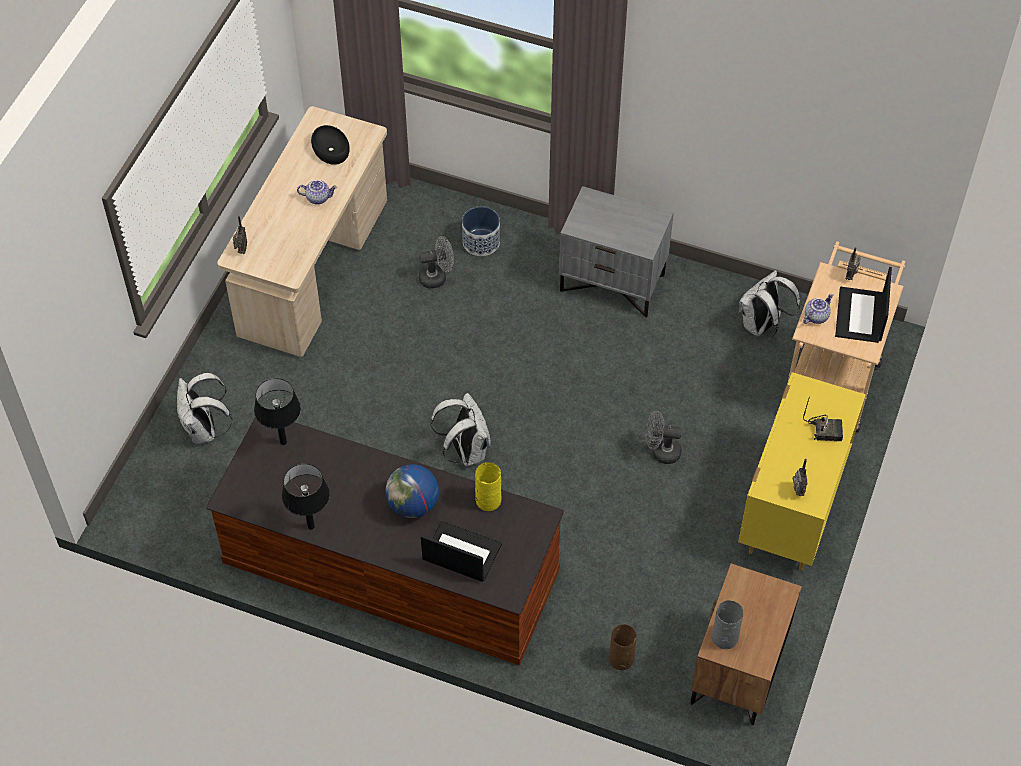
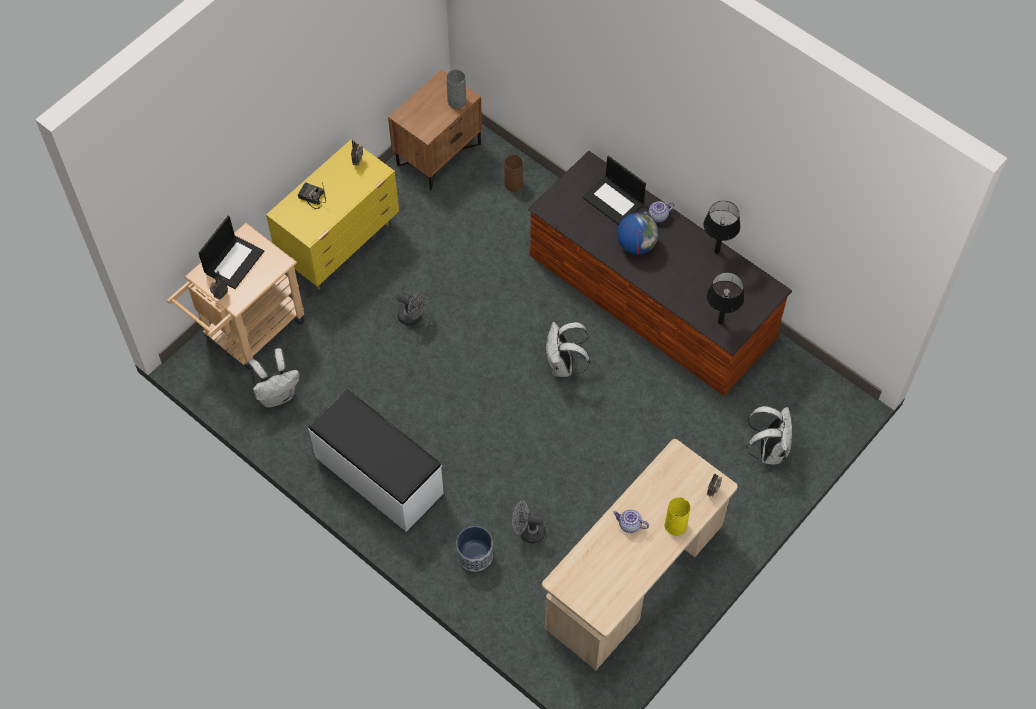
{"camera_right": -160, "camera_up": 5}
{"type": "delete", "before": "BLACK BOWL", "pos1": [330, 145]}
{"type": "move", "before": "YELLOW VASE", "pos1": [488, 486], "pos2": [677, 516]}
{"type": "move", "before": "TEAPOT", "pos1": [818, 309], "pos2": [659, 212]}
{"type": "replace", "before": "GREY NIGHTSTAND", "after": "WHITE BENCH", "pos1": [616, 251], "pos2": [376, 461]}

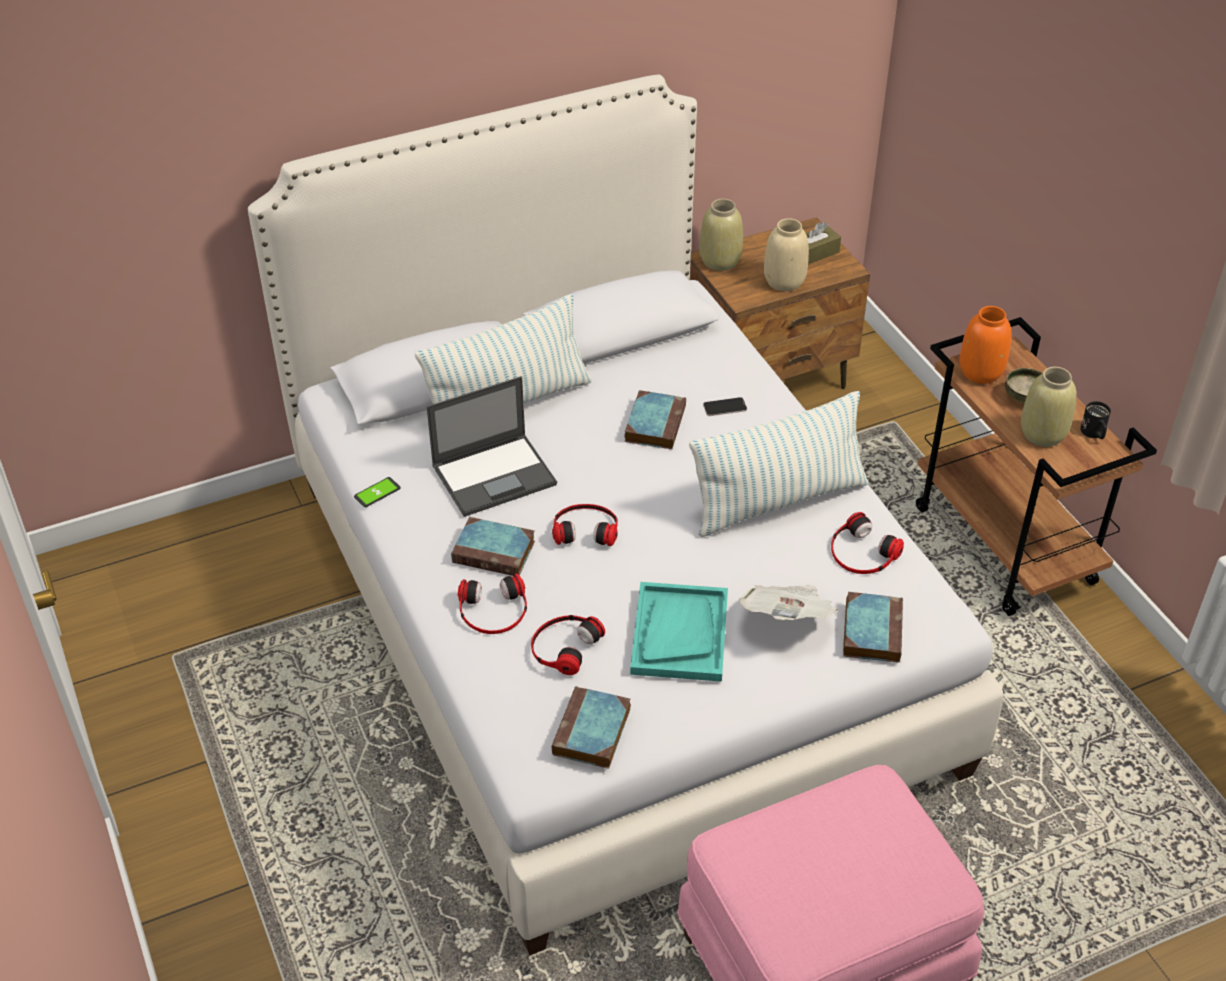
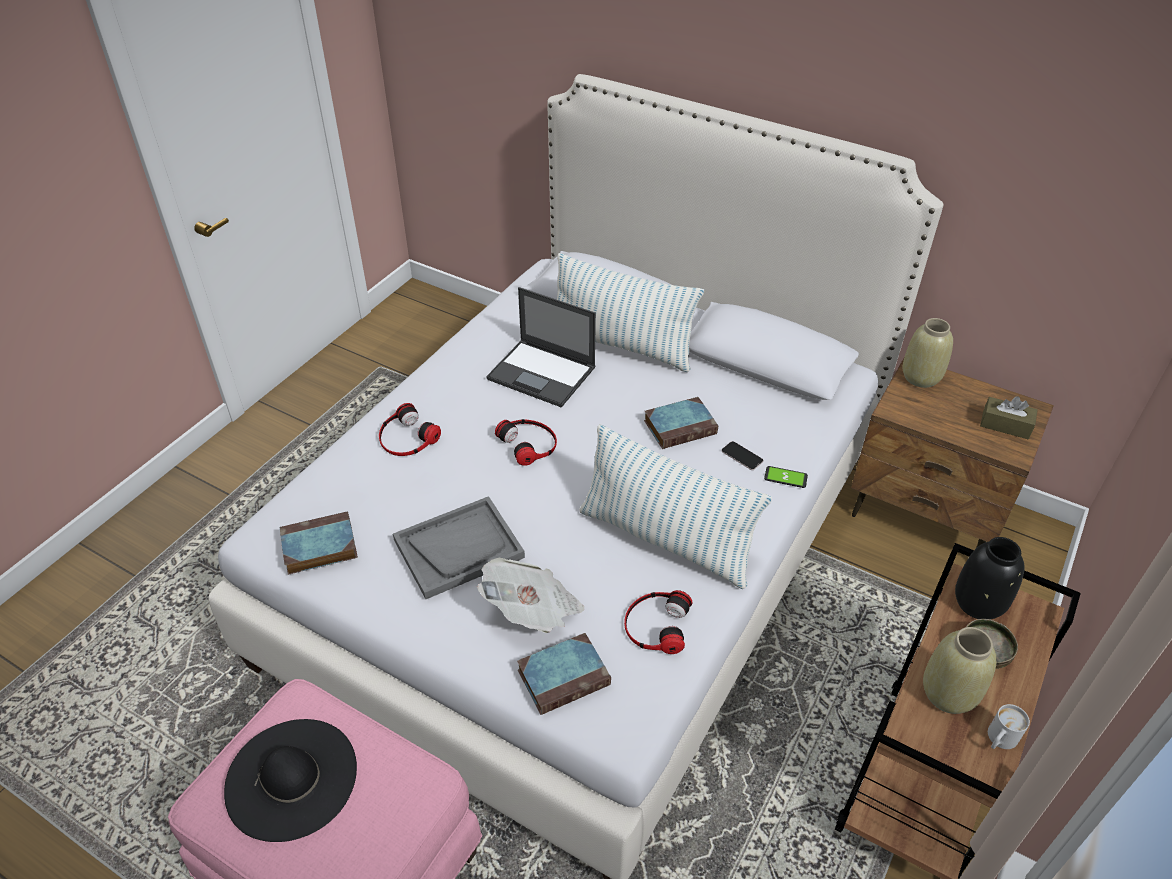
{"camera_right": 55, "camera_up": 0}
{"type": "delete", "before": "BOOK", "pos1": [493, 546]}
{"type": "delete", "before": "HEADPHONES", "pos1": [568, 645]}
{"type": "delete", "before": "BEIGE VASE", "pos1": [786, 254]}
{"type": "insert", "after": "BLACK HAT", "pos2": [290, 780]}
{"type": "move", "before": "PHONE", "pos1": [377, 492], "pos2": [786, 477]}
{"type": "recolor", "before": "TURQUOISE TRAY", "after": "GREY TRAY", "pos1": [679, 632], "pos2": [459, 547]}
{"type": "recolor", "before": "ORANGE VASE", "after": "BLACK VASE", "pos1": [985, 345], "pos2": [990, 578]}
{"type": "recolor", "before": "BLACK MUG", "after": "WHITE MUG", "pos1": [1095, 420], "pos2": [1009, 726]}

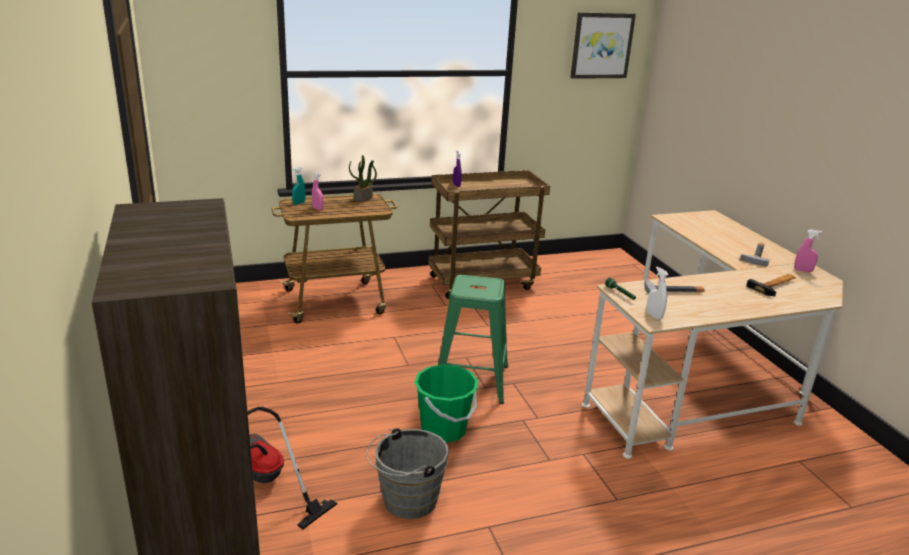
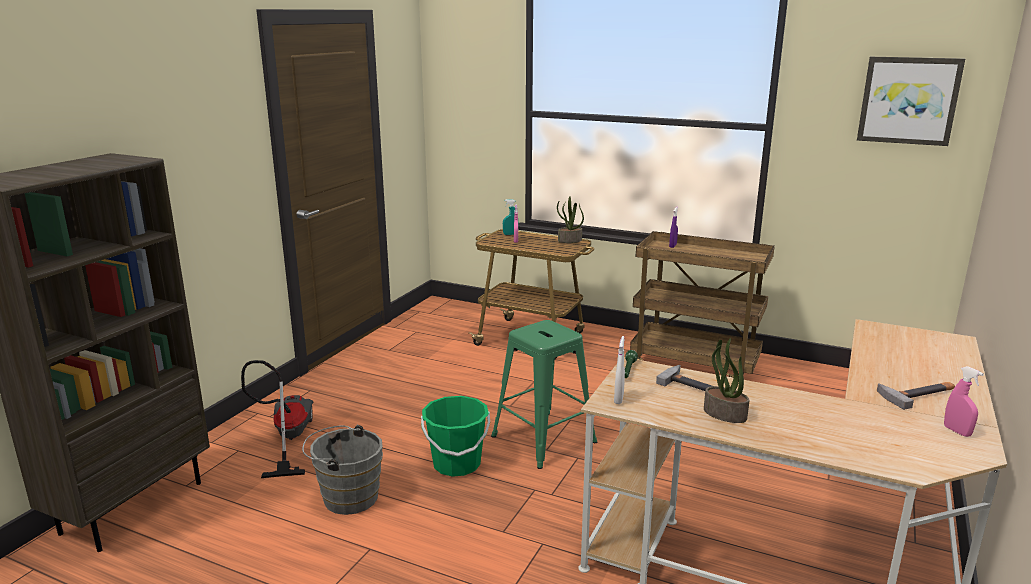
{"camera_right": 45, "camera_up": -5}
{"type": "delete", "before": "HAMMER", "pos1": [771, 285]}
{"type": "insert", "after": "POTTED PLANT", "pos2": [727, 380]}

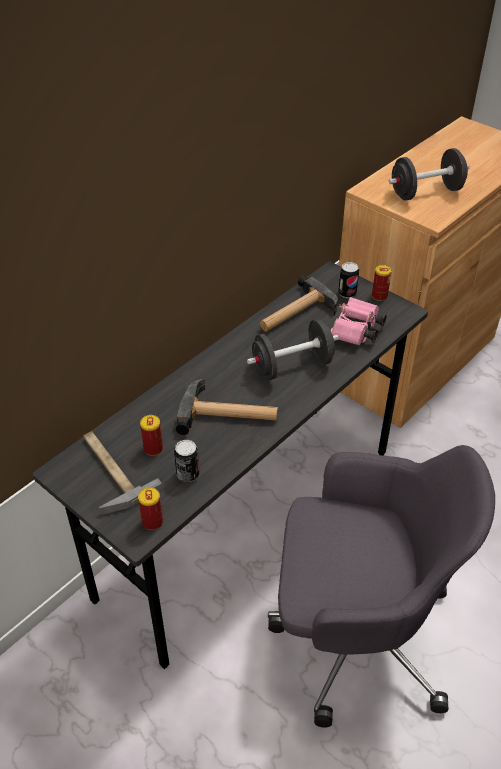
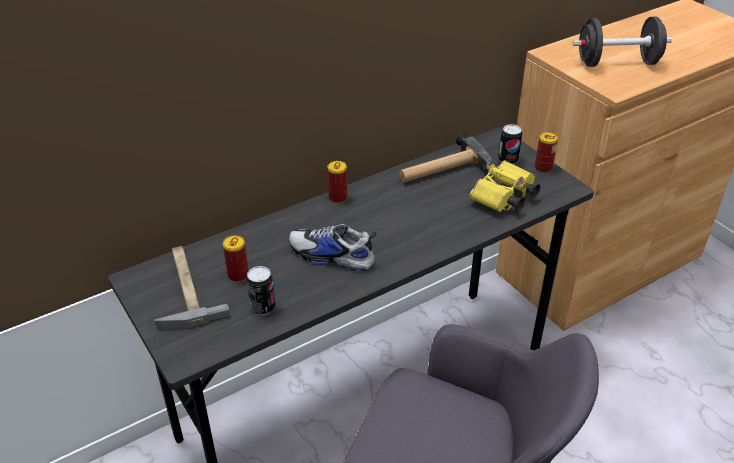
{"camera_right": 15, "camera_up": -5}
{"type": "delete", "before": "BLACK DUMBBELL", "pos1": [293, 349]}
{"type": "move", "before": "CAN", "pos1": [150, 508], "pos2": [337, 182]}
{"type": "replace", "before": "HAMMER", "after": "SHOE", "pos1": [227, 406], "pos2": [333, 247]}
{"type": "recolor", "before": "PINK BINOCULARS", "after": "YELLOW BINOCULARS", "pos1": [359, 321], "pos2": [505, 186]}

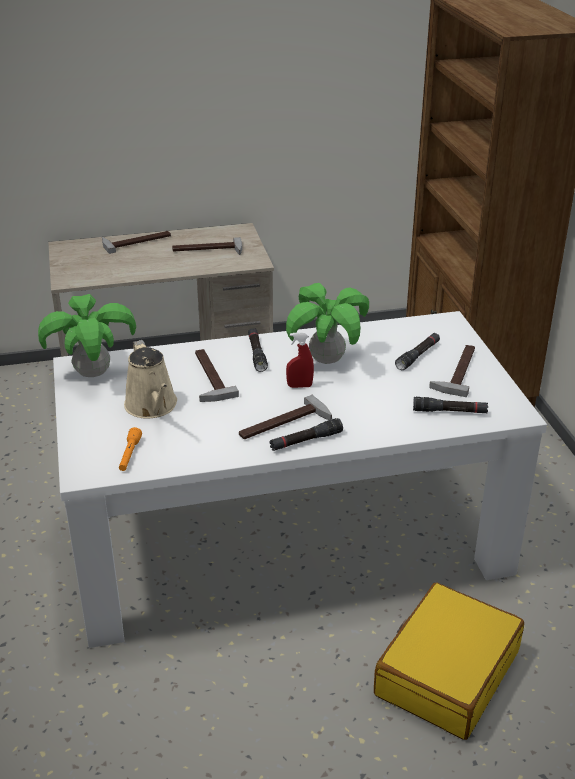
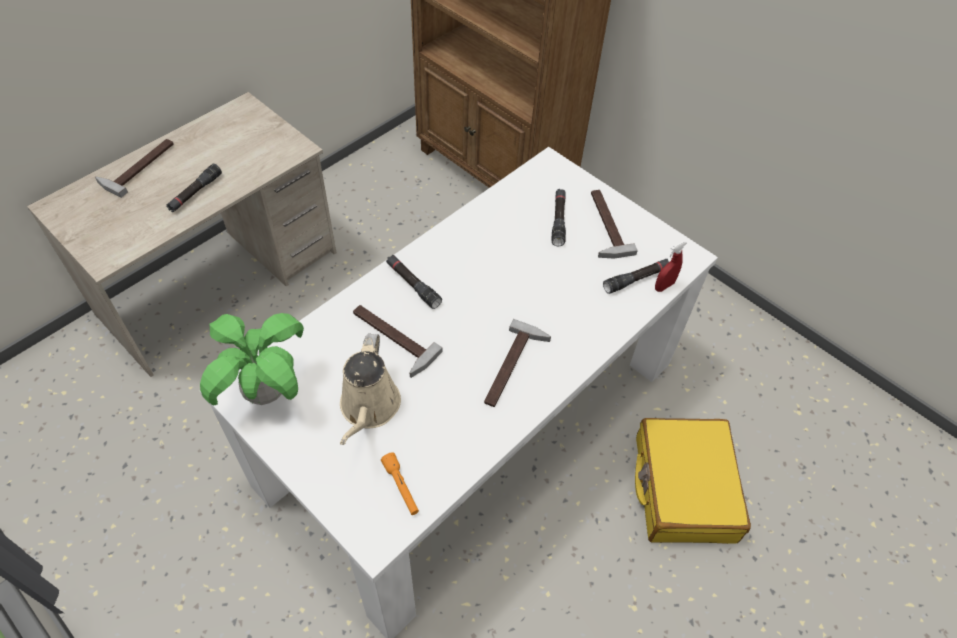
{"camera_right": -35, "camera_up": 20}
{"type": "delete", "before": "HAMMER", "pos1": [207, 246]}
{"type": "delete", "before": "POTTED PLANT", "pos1": [327, 323]}
{"type": "move", "before": "BLACK FLASHLIGHT", "pos1": [306, 434], "pos2": [194, 188]}
{"type": "move", "before": "RED SPRAY BOTTLE", "pos1": [300, 360], "pos2": [670, 266]}
{"type": "rotate", "before": "BEIGE WATERING CAN", "pos1": [150, 379], "pos2": [370, 389], "turn": 60}

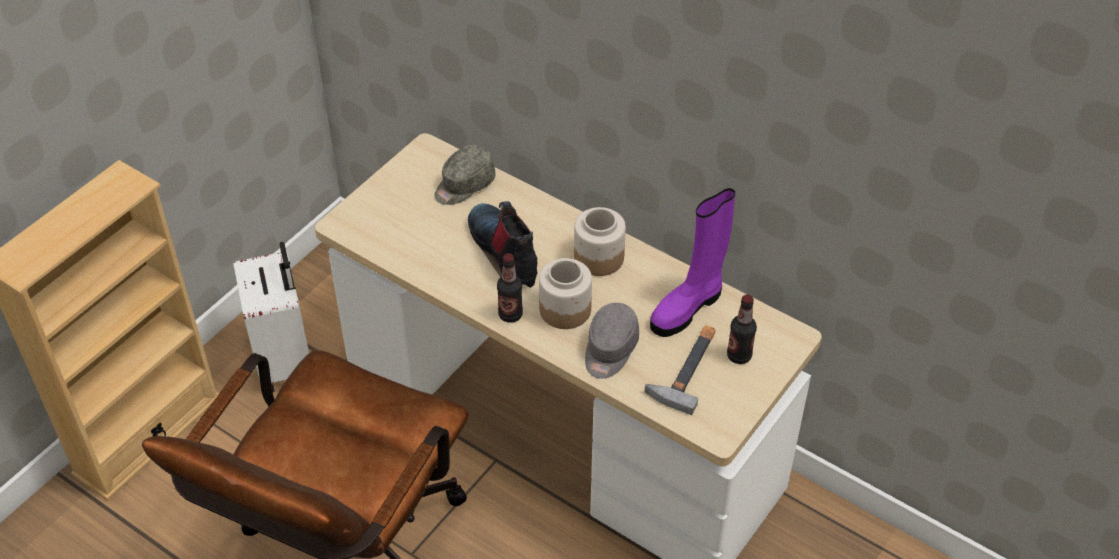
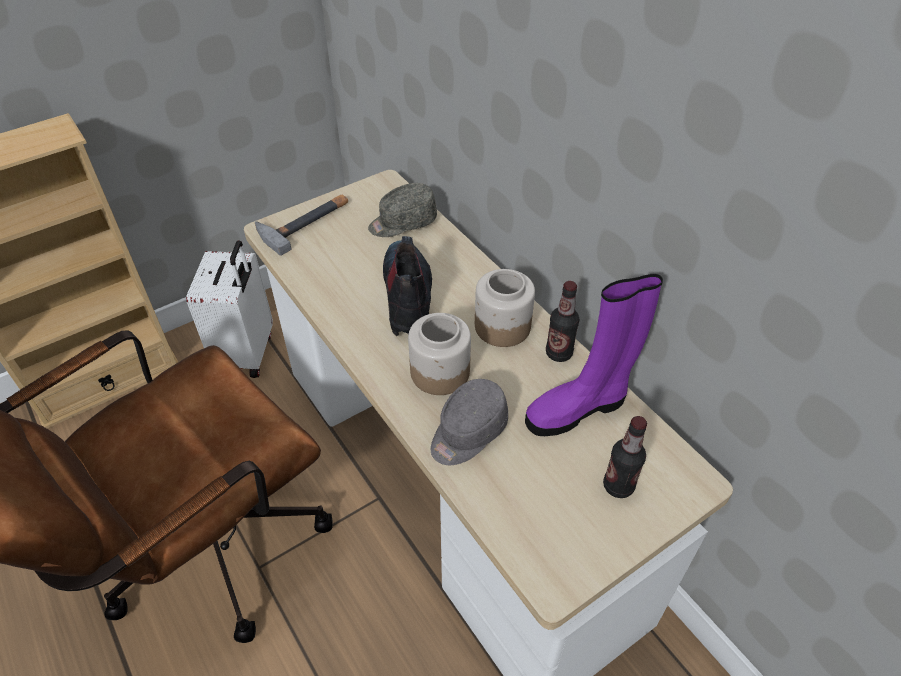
{"camera_right": 20, "camera_up": 0}
{"type": "move", "before": "BOTTLE", "pos1": [510, 288], "pos2": [562, 321]}
{"type": "move", "before": "HAMMER", "pos1": [680, 370], "pos2": [301, 225]}

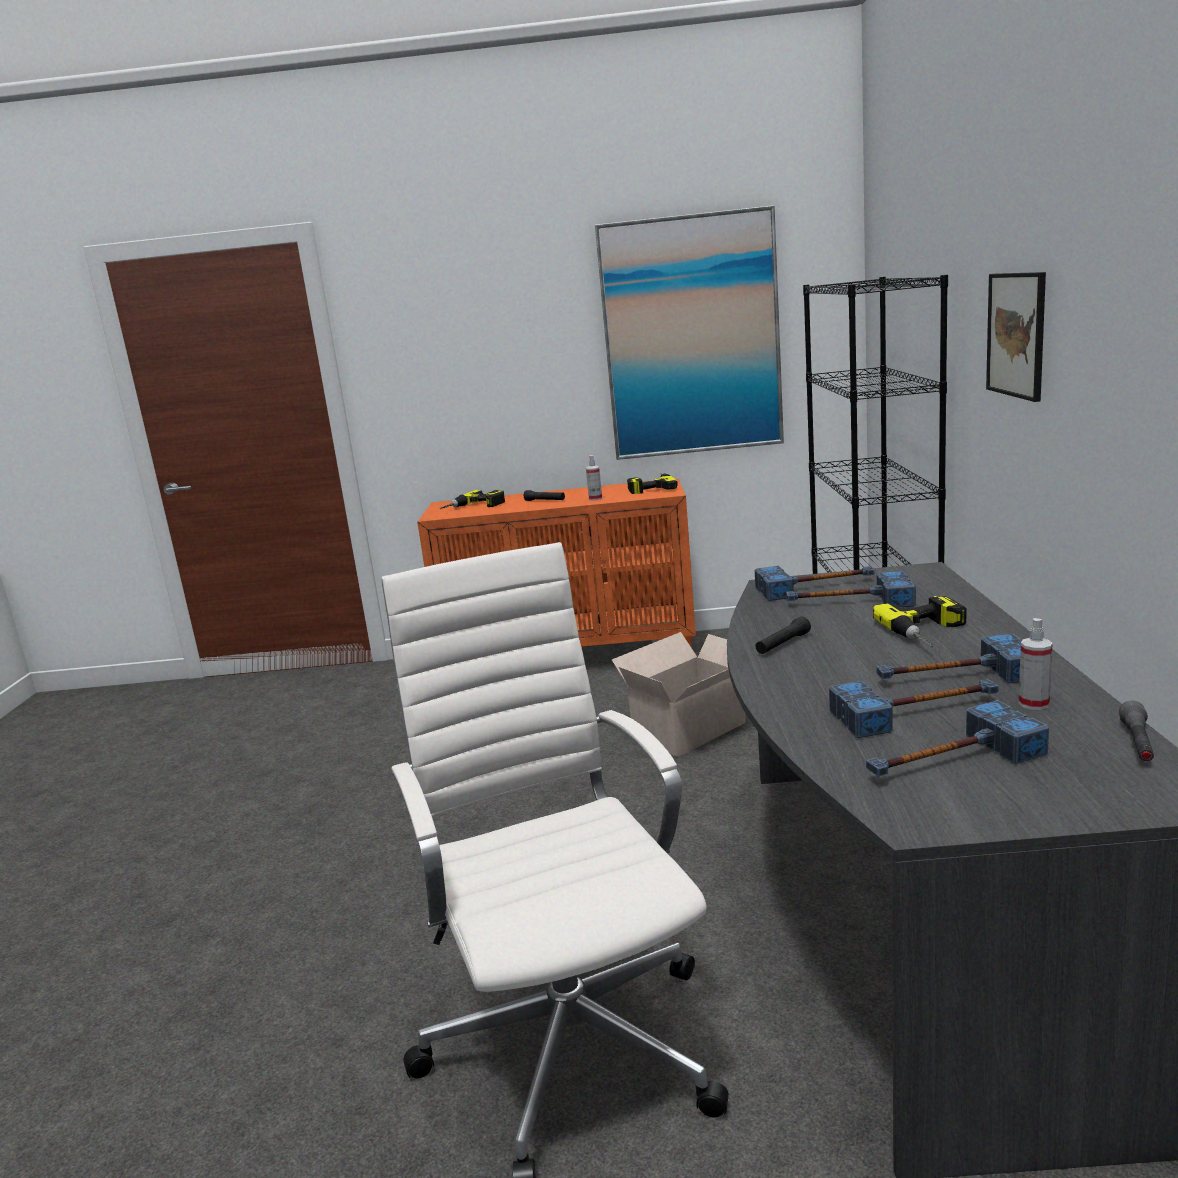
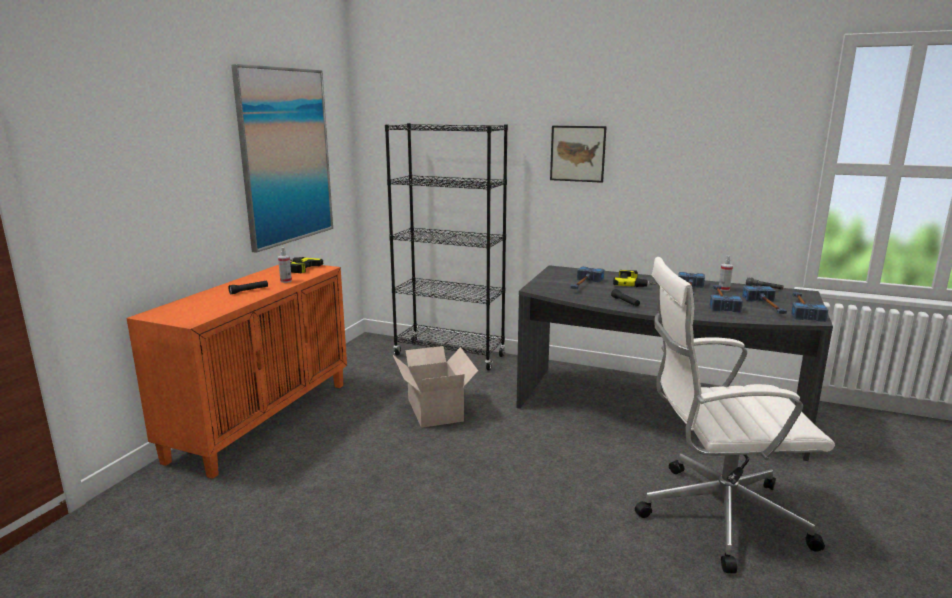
{"camera_right": -70, "camera_up": 0}
{"type": "delete", "before": "POWER DRILL", "pos1": [472, 500]}
{"type": "move", "before": "HAMMER", "pos1": [814, 583], "pos2": [809, 307]}

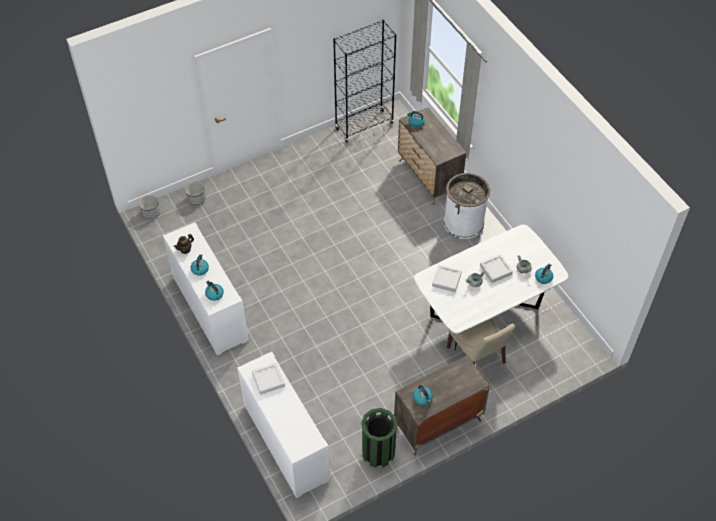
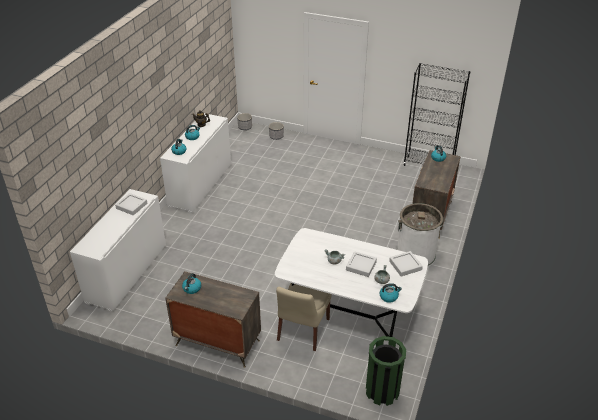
{"camera_right": 50, "camera_up": -15}
{"type": "move", "before": "GREEN TRASH CAN", "pos1": [379, 438], "pos2": [386, 371]}
{"type": "move", "before": "GREY TRAY", "pos1": [447, 278], "pos2": [406, 264]}

